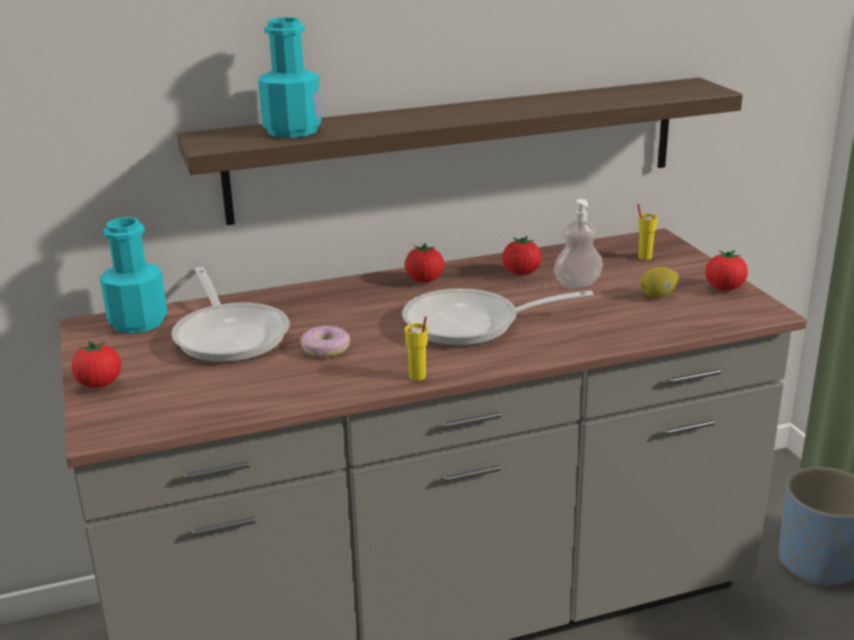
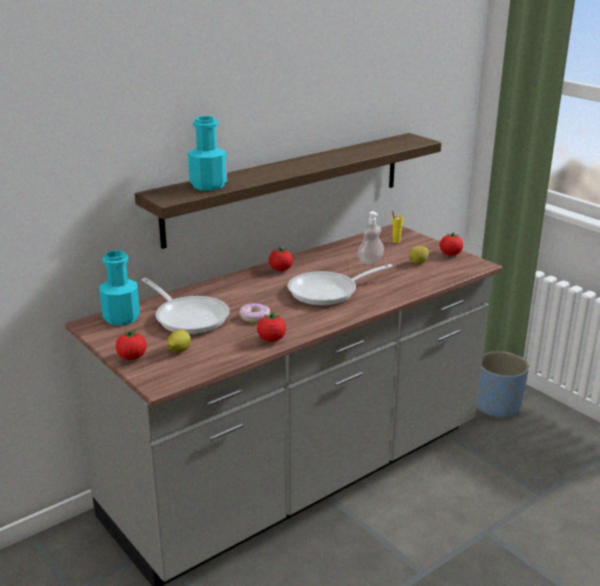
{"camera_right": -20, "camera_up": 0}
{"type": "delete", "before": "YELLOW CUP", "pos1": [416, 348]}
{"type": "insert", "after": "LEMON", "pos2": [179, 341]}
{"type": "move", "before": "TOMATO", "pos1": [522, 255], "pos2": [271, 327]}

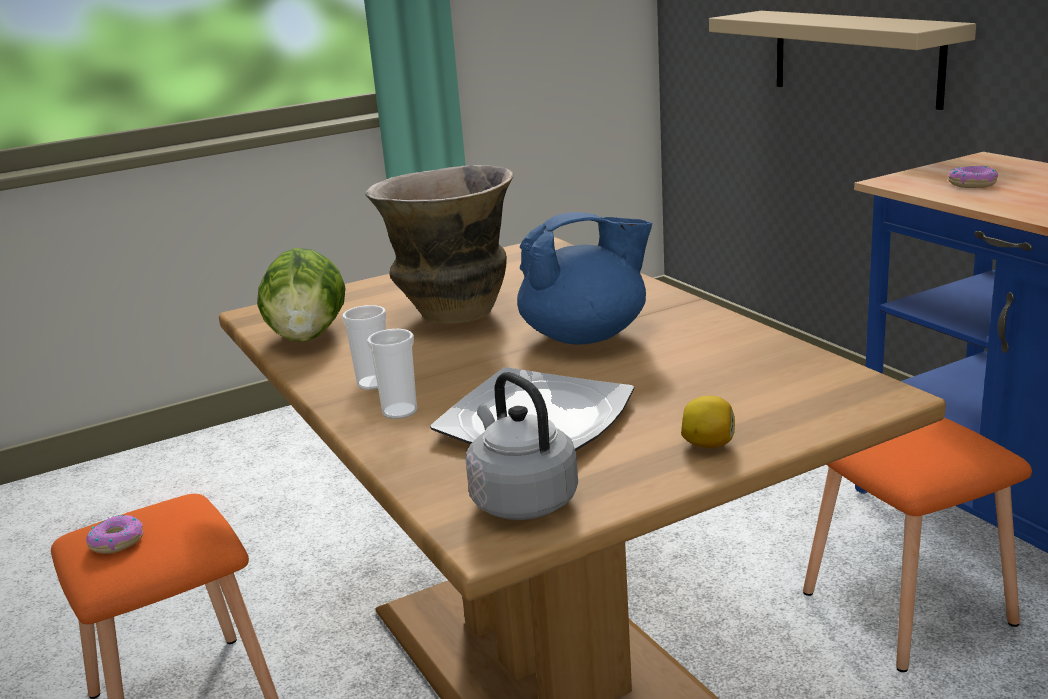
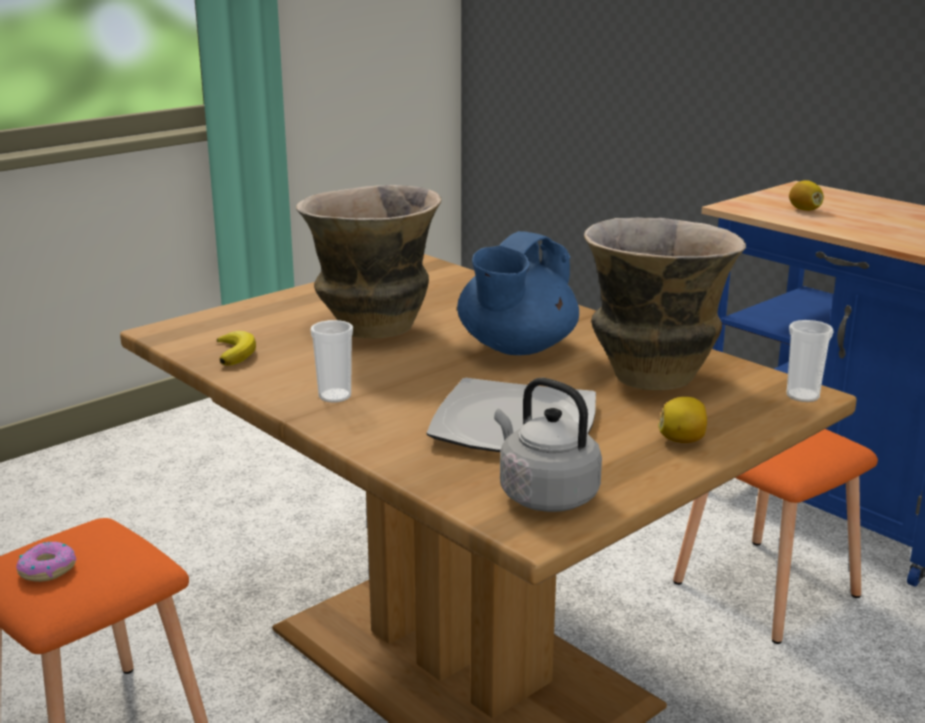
{"camera_right": -15, "camera_up": 0}
{"type": "delete", "before": "BEIGE SHELF", "pos1": [842, 60]}
{"type": "insert", "after": "VASE", "pos2": [665, 303]}
{"type": "move", "before": "CUP", "pos1": [392, 374], "pos2": [810, 361]}
{"type": "replace", "before": "LETTUCE", "after": "BANANA", "pos1": [301, 295], "pos2": [236, 348]}
{"type": "replace", "before": "DONUT", "after": "LEMON", "pos1": [973, 177], "pos2": [806, 195]}
{"type": "rotate", "before": "BLUE TEAPOT", "pos1": [584, 278], "pos2": [518, 293], "turn": 150}

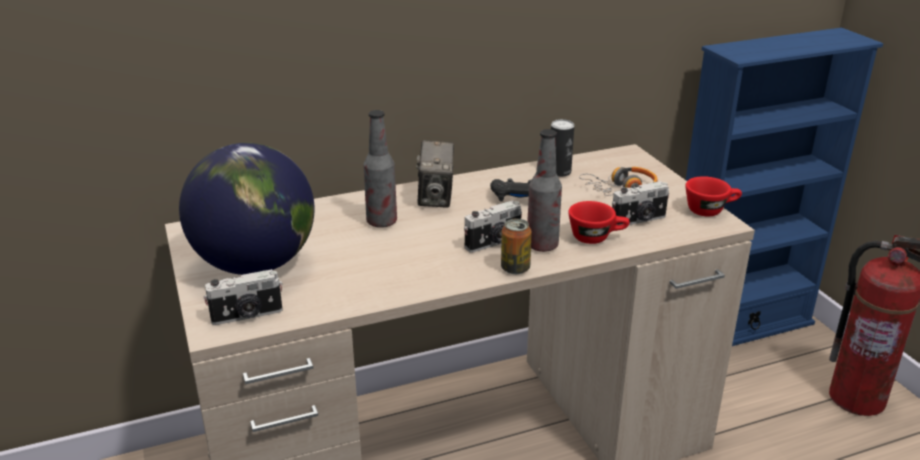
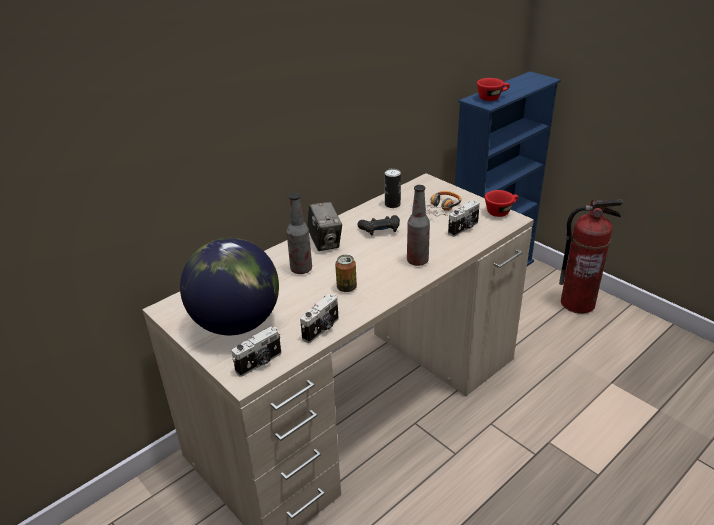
{"camera_right": -20, "camera_up": 5}
{"type": "move", "before": "PHOTO CAMERA", "pos1": [493, 226], "pos2": [319, 318]}
{"type": "move", "before": "CAN", "pos1": [516, 246], "pos2": [346, 273]}
{"type": "move", "before": "RED CUP", "pos1": [599, 222], "pos2": [493, 89]}

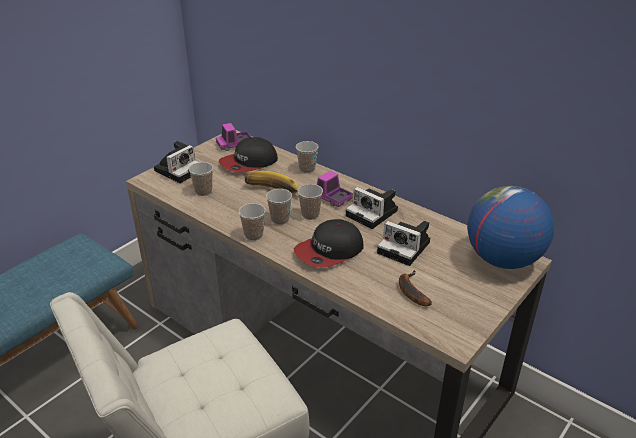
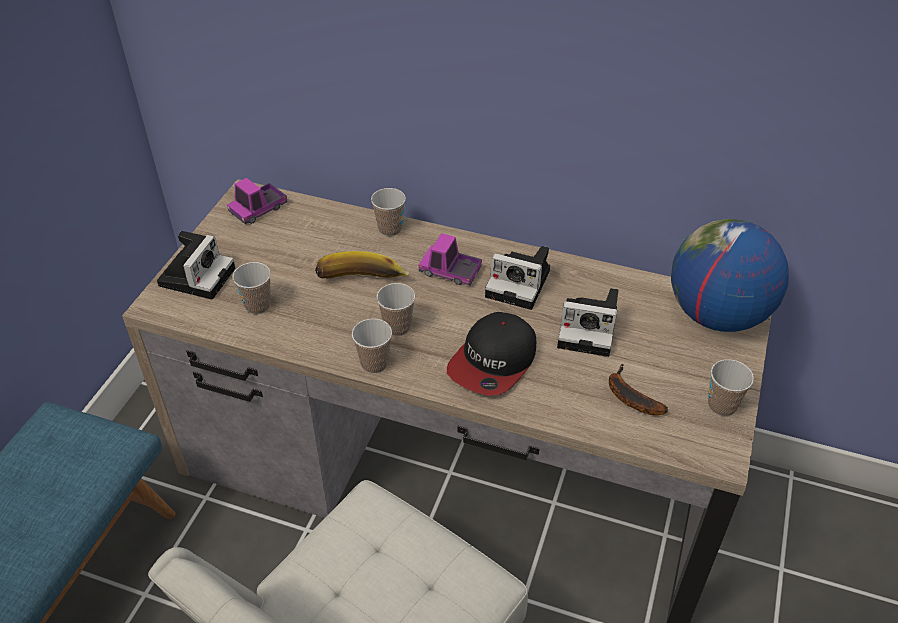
{"camera_right": -20, "camera_up": 10}
{"type": "delete", "before": "CAP", "pos1": [248, 155]}
{"type": "move", "before": "CUP", "pos1": [310, 202], "pos2": [731, 387]}

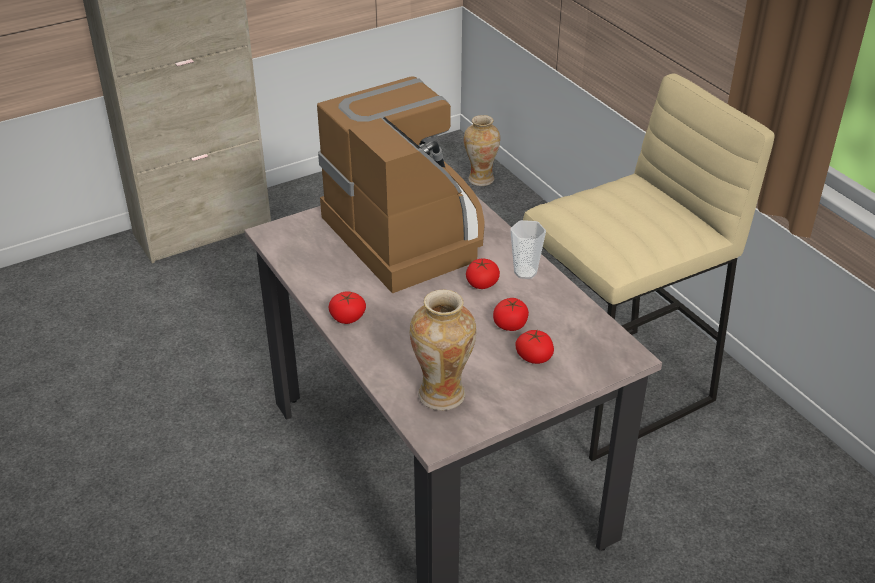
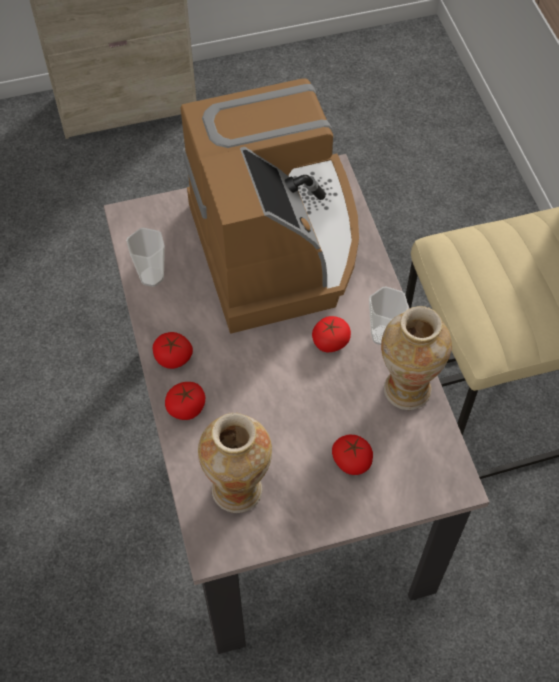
{"camera_right": 15, "camera_up": 20}
{"type": "insert", "after": "CUP", "pos2": [145, 257]}
{"type": "move", "before": "VASE", "pos1": [482, 150], "pos2": [416, 358]}
{"type": "move", "before": "TOMATO", "pos1": [511, 314], "pos2": [185, 401]}

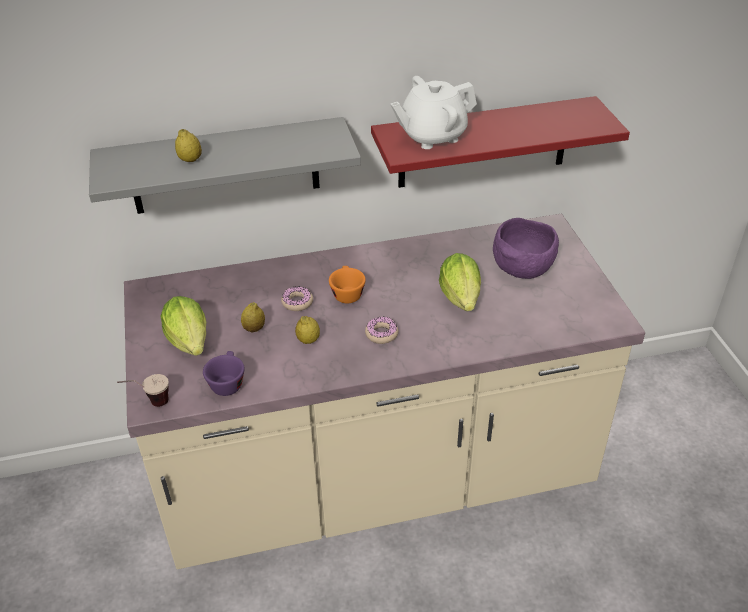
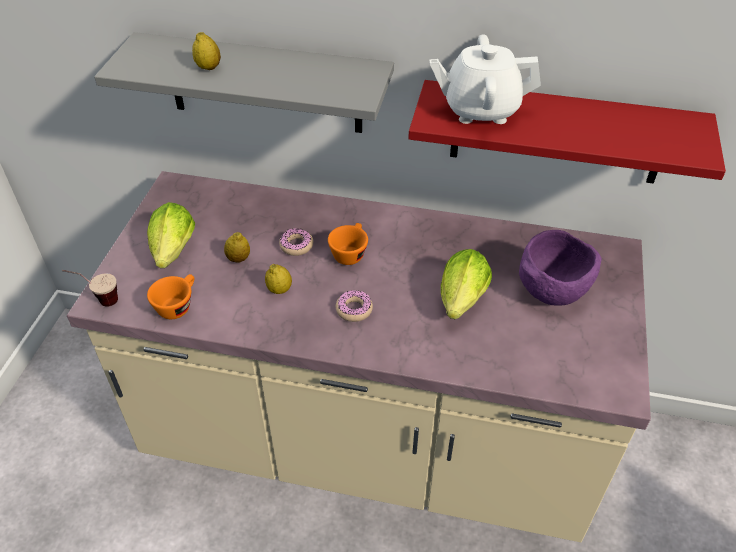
{"camera_right": 25, "camera_up": 5}
{"type": "recolor", "before": "PURPLE CUP", "after": "ORANGE CUP", "pos1": [224, 373], "pos2": [170, 296]}

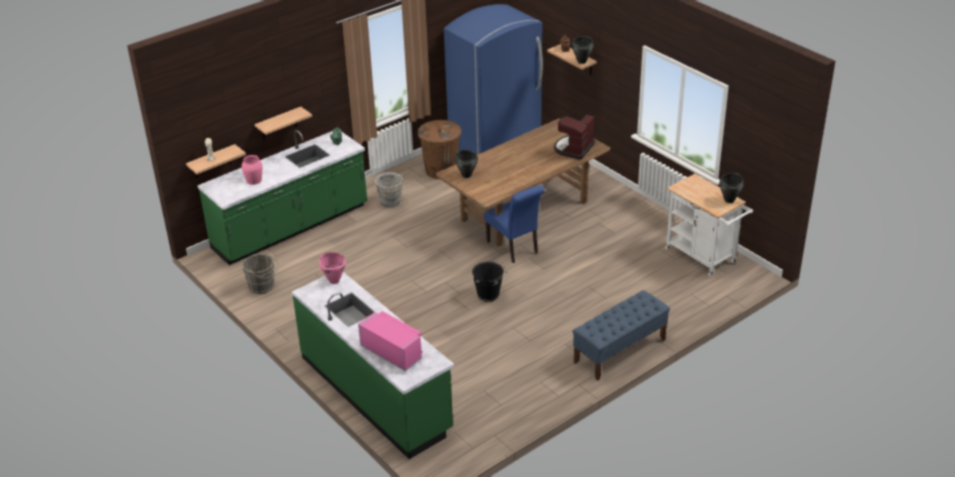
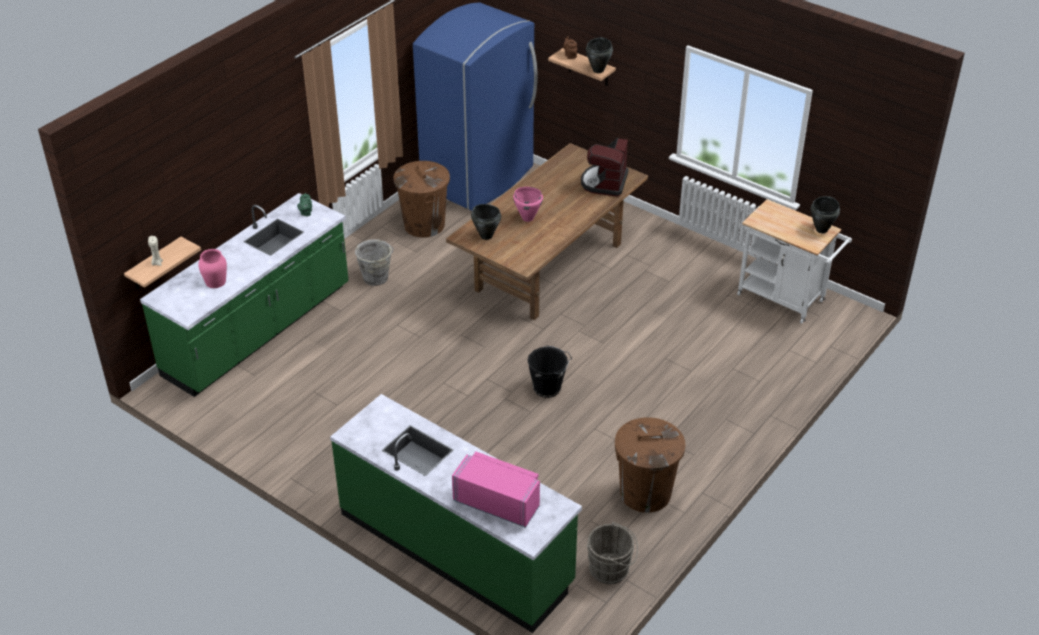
{"camera_right": -15, "camera_up": 5}
{"type": "delete", "before": "SHELF", "pos1": [283, 123]}
{"type": "delete", "before": "BLUE CHAIR", "pos1": [514, 224]}
{"type": "delete", "before": "BLUE BENCH", "pos1": [621, 335]}
{"type": "insert", "after": "BROWN TRASH CAN", "pos2": [650, 465]}
{"type": "move", "before": "GREY BUCKET", "pos1": [260, 273], "pos2": [612, 553]}
{"type": "move", "before": "PINK COOKING POT", "pos1": [332, 268], "pos2": [528, 204]}

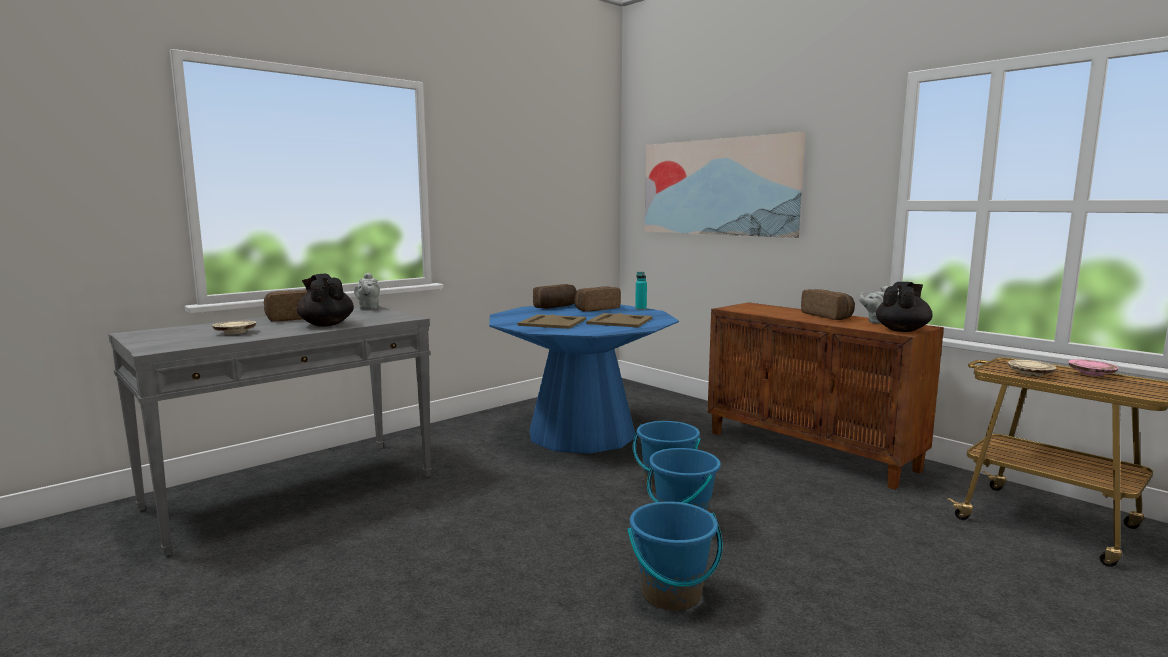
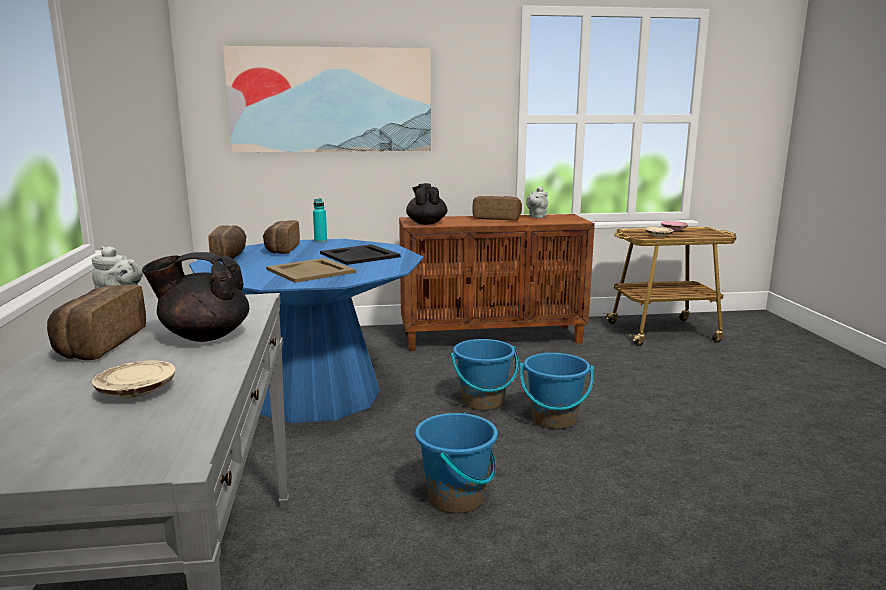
{"camera_right": -55, "camera_up": 5}
{"type": "move", "before": "BLUE BUCKET", "pos1": [675, 556], "pos2": [456, 463]}
{"type": "move", "before": "BLACK TEAPOT", "pos1": [904, 307], "pos2": [426, 204]}
{"type": "recolor", "before": "BEIGE TRAY", "after": "BLACK TRAY", "pos1": [619, 320], "pos2": [360, 254]}

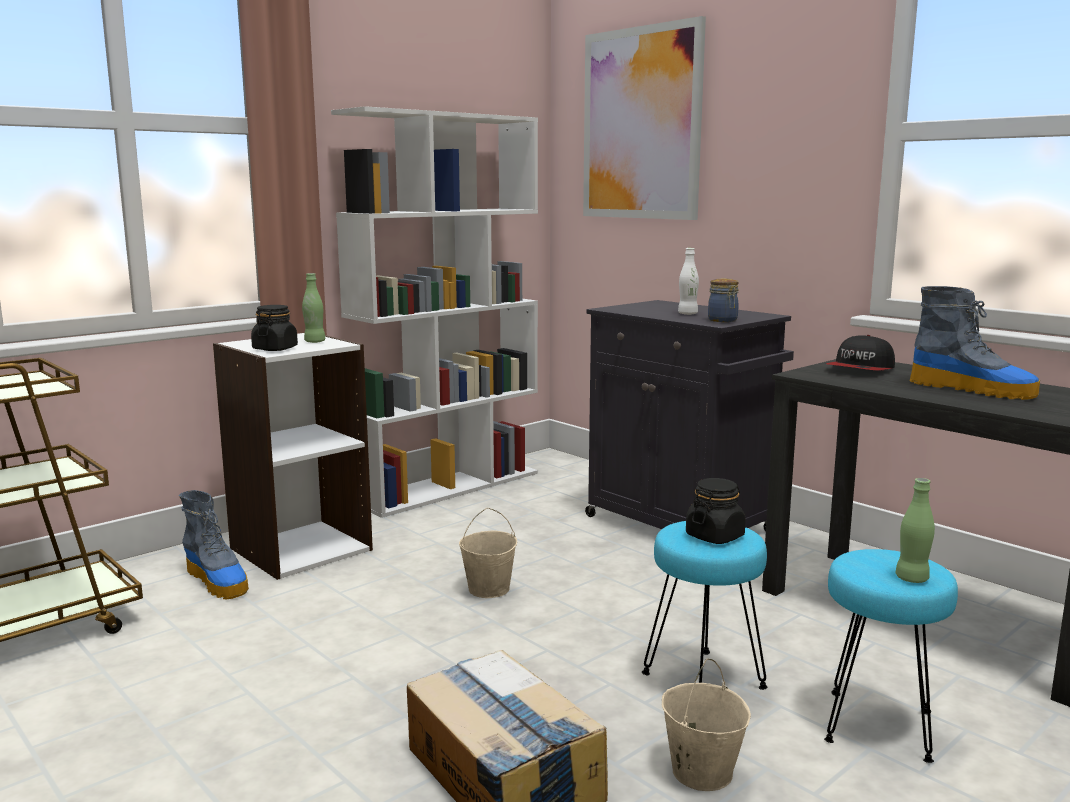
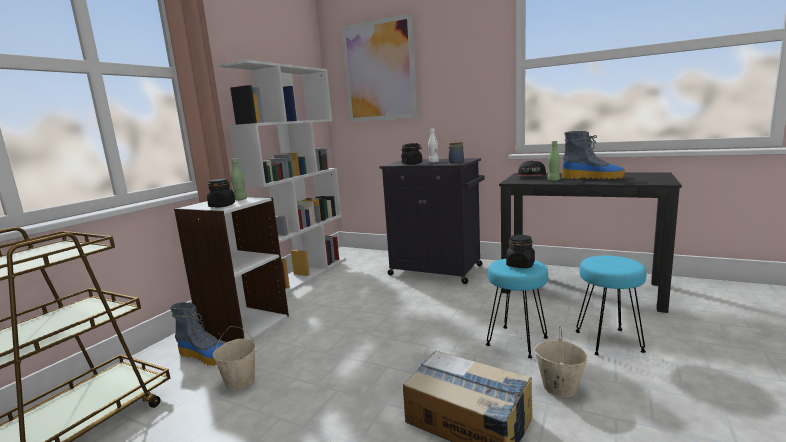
{"camera_right": -20, "camera_up": 0}
{"type": "insert", "after": "BLACK JAR", "pos2": [411, 154]}
{"type": "move", "before": "BEIGE BUCKET", "pos1": [488, 553], "pos2": [234, 358]}
{"type": "move", "before": "GREEN BOTTLE", "pos1": [915, 530], "pos2": [553, 161]}

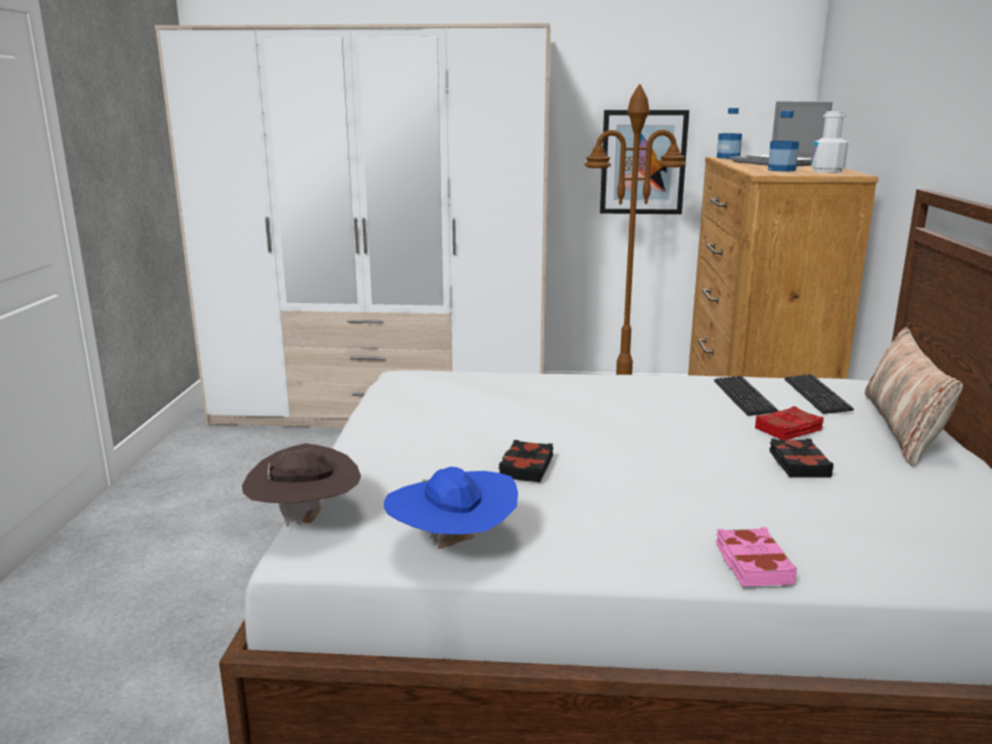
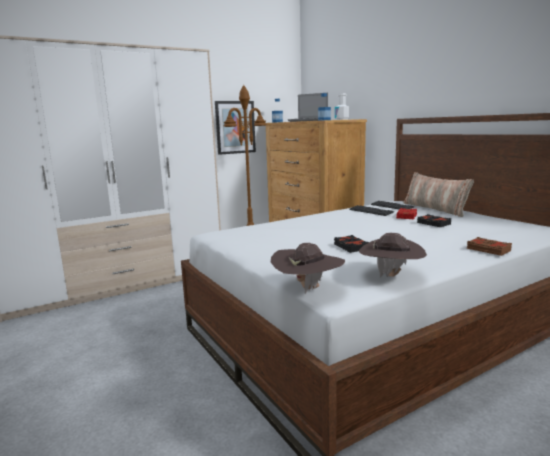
{"camera_right": -35, "camera_up": -5}
{"type": "recolor", "before": "BLUE HAT", "after": "BROWN HAT", "pos1": [451, 508], "pos2": [393, 255]}
{"type": "recolor", "before": "PINK BOOK", "after": "BROWN BOOK", "pos1": [756, 557], "pos2": [489, 246]}

